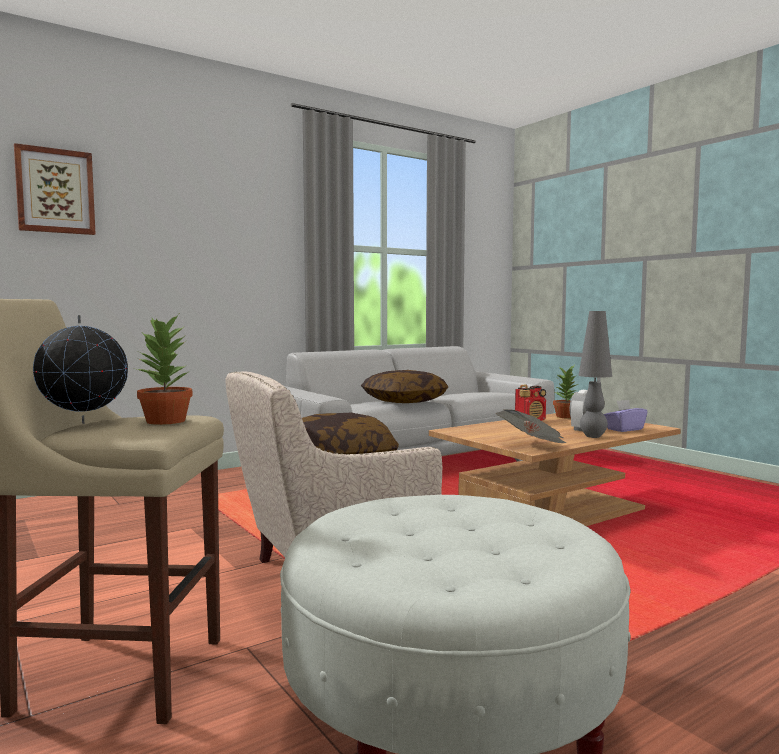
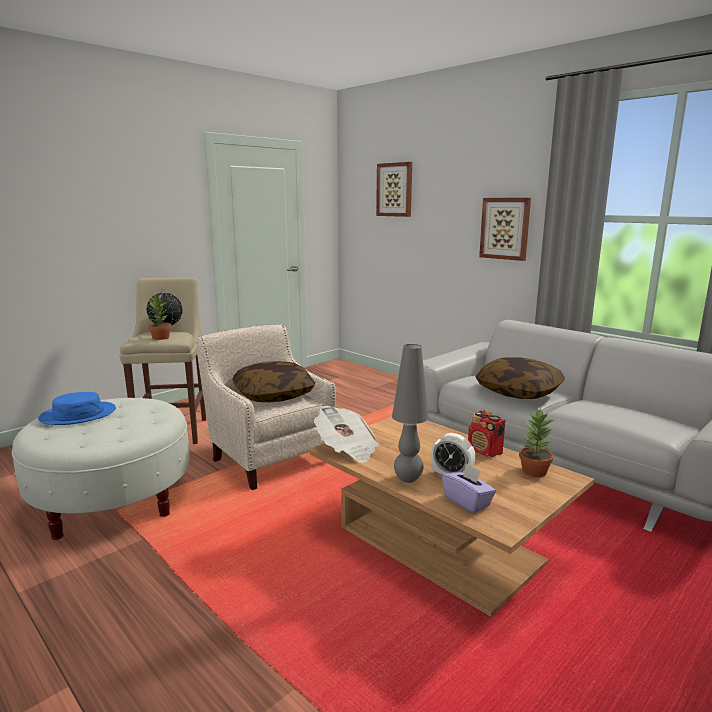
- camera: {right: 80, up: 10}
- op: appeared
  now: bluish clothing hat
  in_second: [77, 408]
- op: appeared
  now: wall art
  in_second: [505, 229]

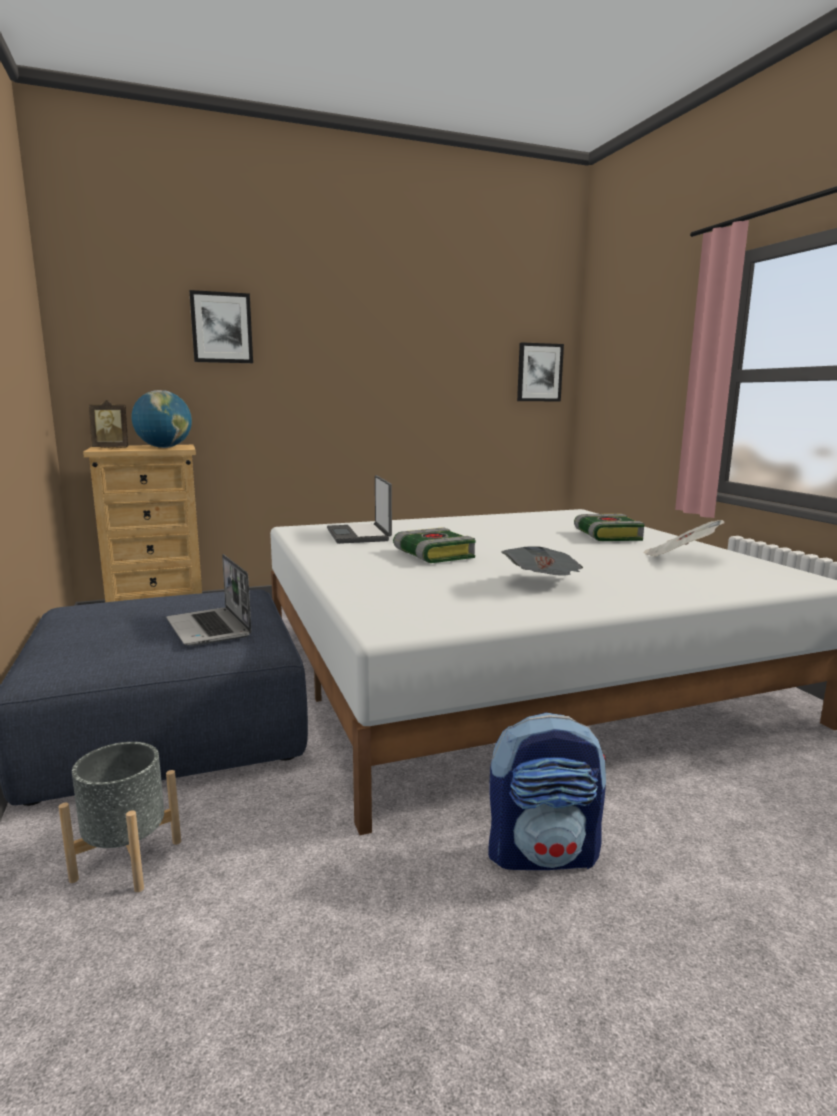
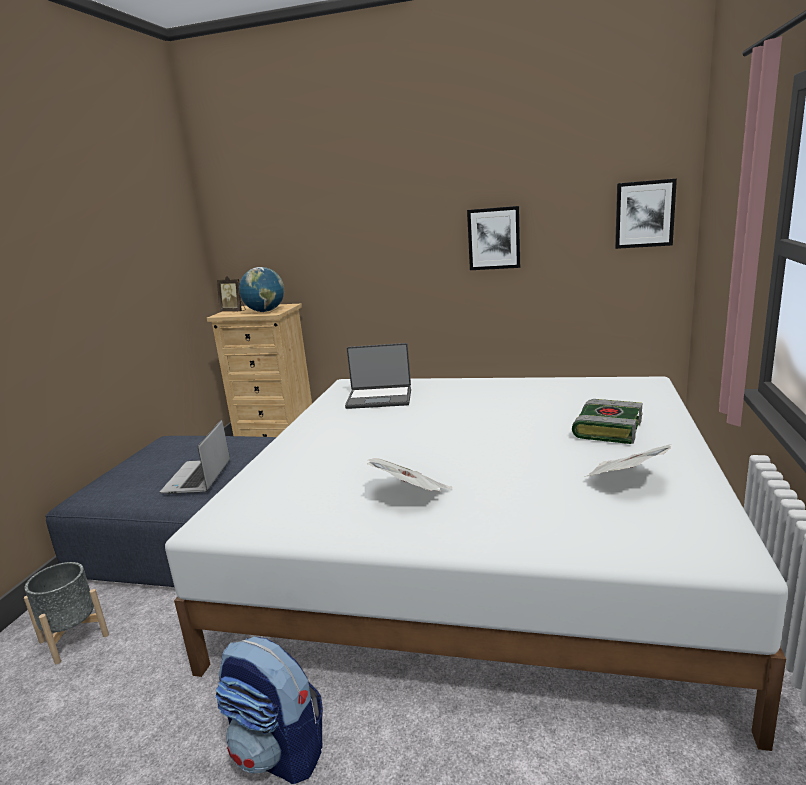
- camera: {right: 35, up: 5}
- op: relocated
  was: wall art
  in_first: [221, 326]
  in_second: [493, 238]
- op: spun
  was: notebook computer
  in_first: [359, 509]
  in_second: [378, 376]
  clockwise: -105
- op: missing
  was: volume
  in_first: [434, 545]

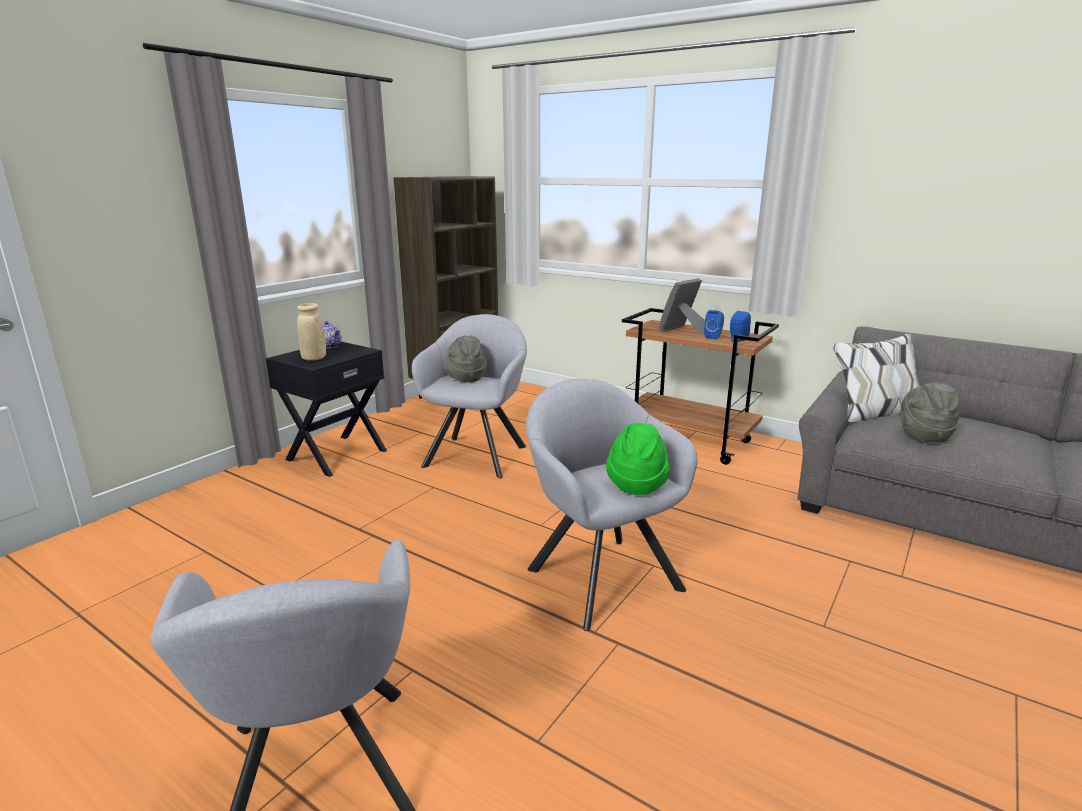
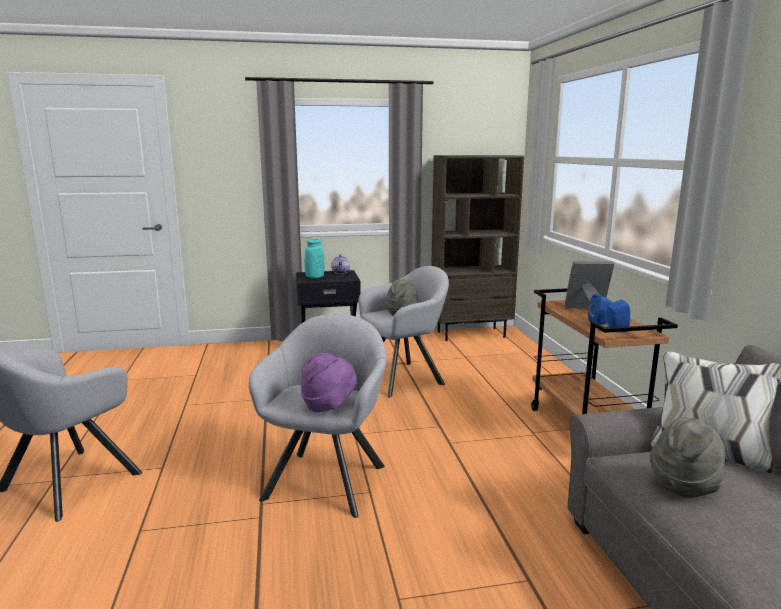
- camera: {right: 45, up: -5}
- op: colour
  was: sand-coloured decorative vase
  now: blue-green decorative vase
  in_first: [311, 332]
  in_second: [315, 258]
- op: colour
  was: greenish clothing hat
  now: purple clothing hat
  in_first: [638, 459]
  in_second: [329, 382]

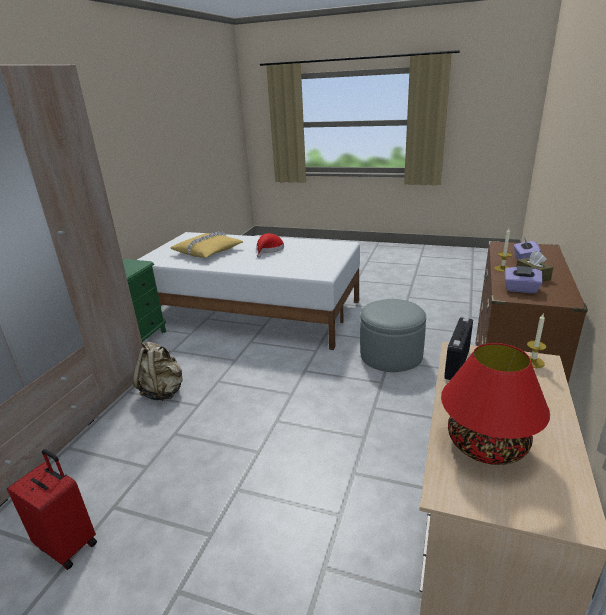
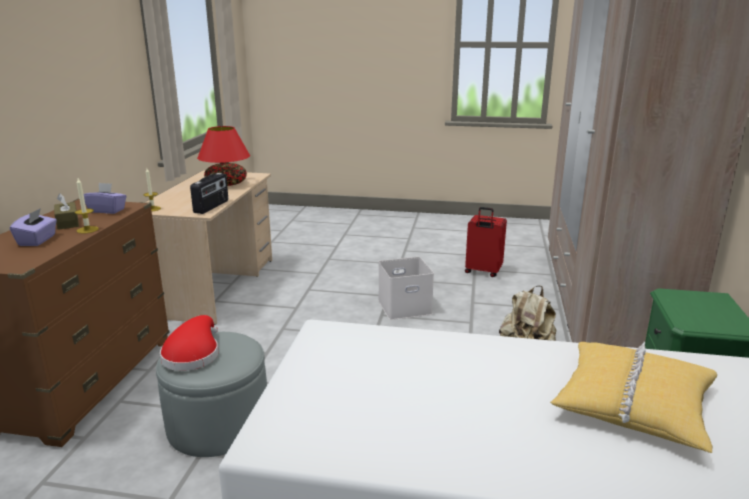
- camera: {right: 170, up: -5}
- op: relocated
  was: reddish clothing hat
  in_first: [270, 245]
  in_second: [189, 343]
- op: appeared
  now: whitish storage box
  in_second: [406, 288]

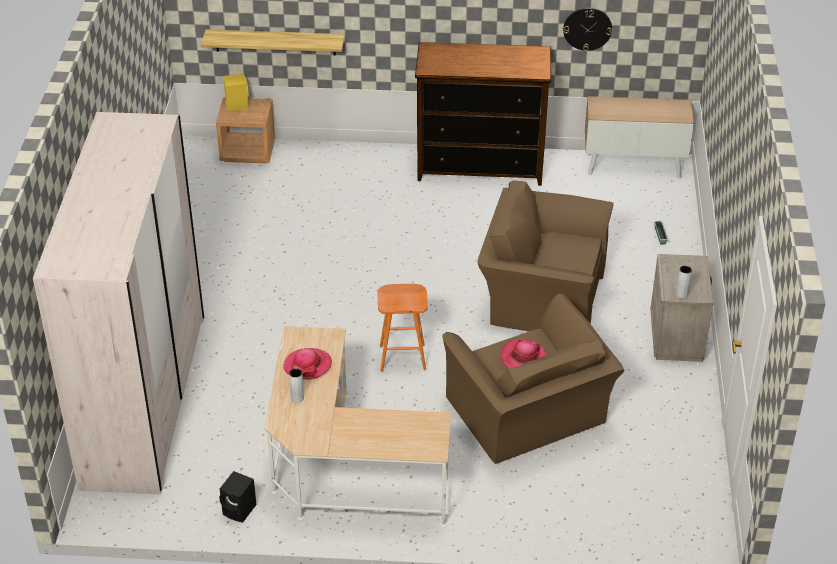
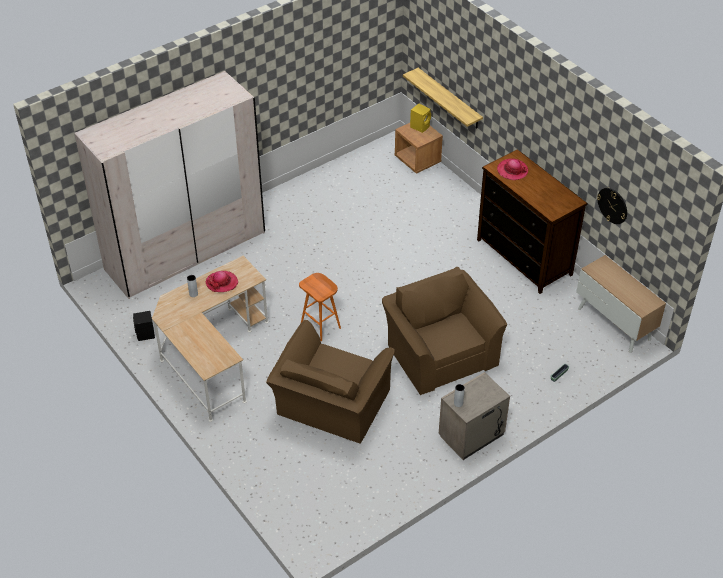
- camera: {right: 50, up: 5}
- op: relocated
  was: clothing hat
  in_first: [523, 354]
  in_second: [512, 169]

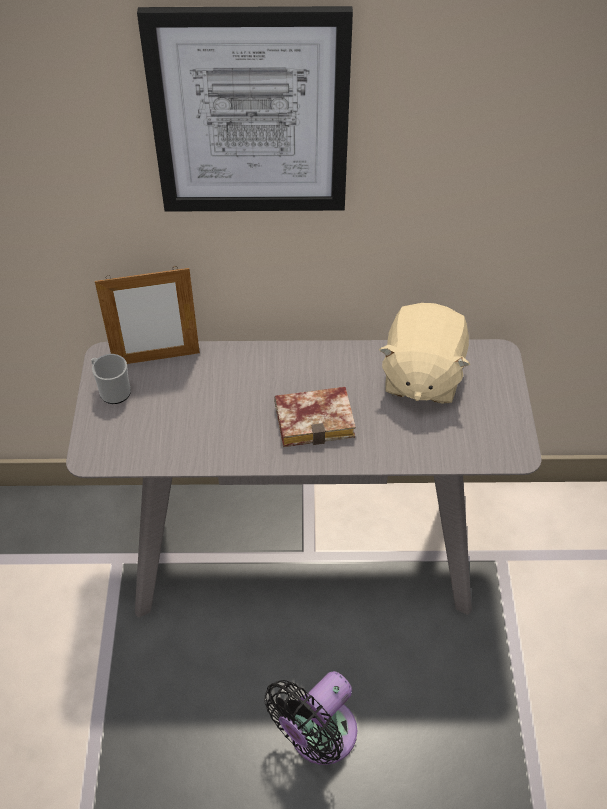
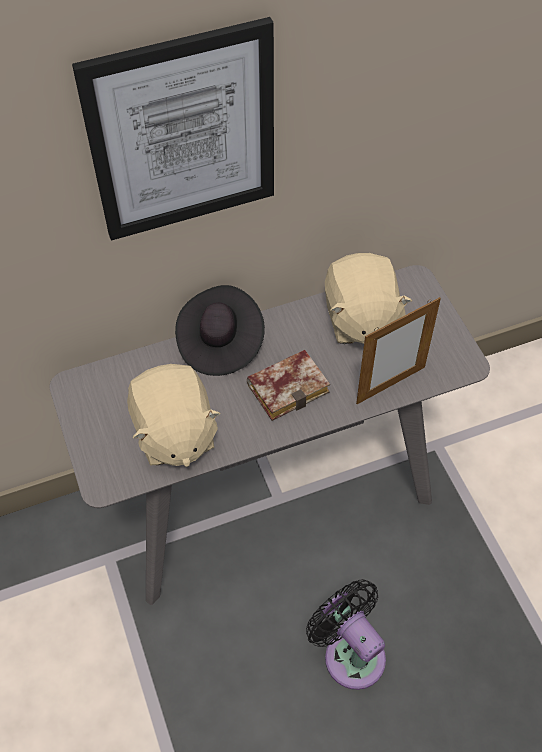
- camera: {right: -20, up: 5}
- op: missing
  was: coffee mug
  in_first: [111, 379]
- op: relocated
  was: photo frame
  in_first: [147, 315]
  in_second: [398, 350]
- op: spun
  was: blackish cooling fan
  in_first: [310, 718]
  in_second: [346, 634]
  clockwise: 120
- op: appeared
  now: sand-coloured soft toy
  in_second: [174, 415]
- op: appeared
  now: blackish clothing hat
  in_second: [220, 330]

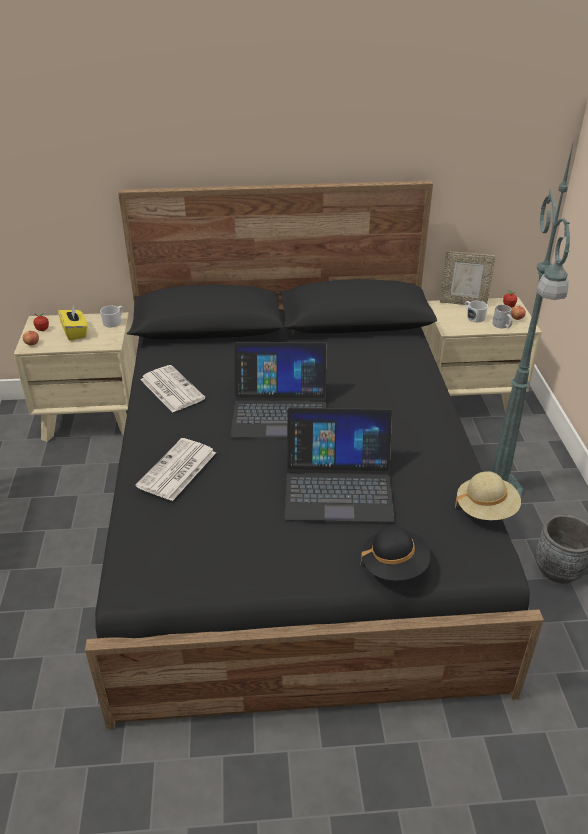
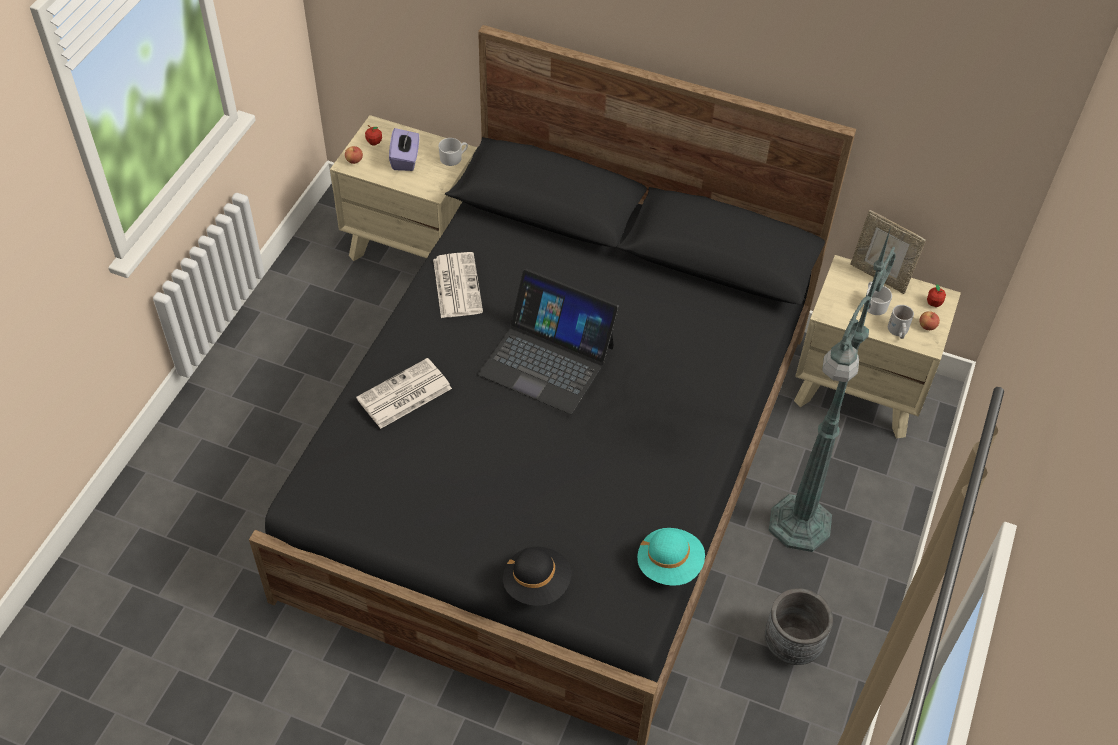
- camera: {right: 25, up: 15}
- op: colour
  was: yellow-coloured tissue box
  now: purple tissue box
  in_first: [73, 323]
  in_second: [404, 149]
- op: missing
  was: notebook computer
  in_first: [339, 464]
- op: colour
  was: sand-coloured clothing hat
  now: blue-green clothing hat
  in_first: [488, 495]
  in_second: [671, 557]

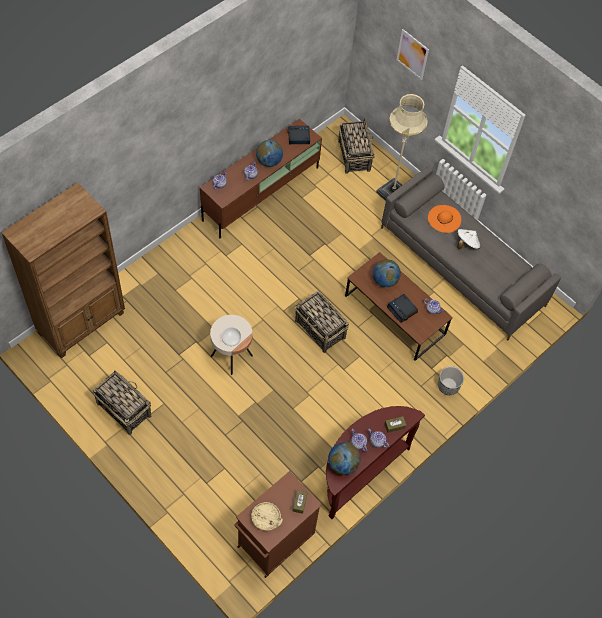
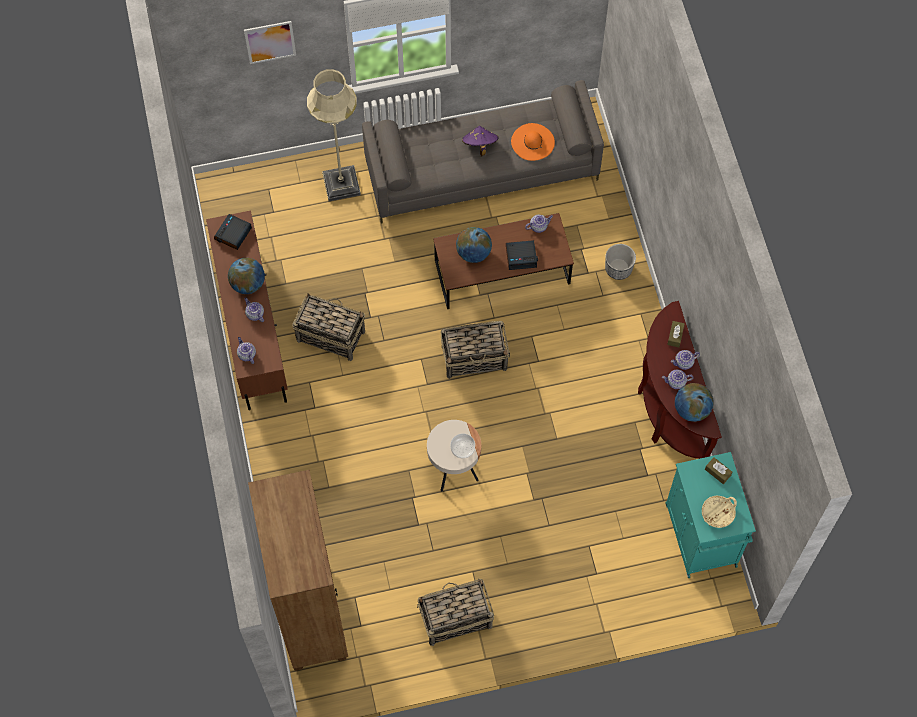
- camera: {right: -55, up: 5}
- op: colour
  was: brown-coloured cupboard
  now: blue-green cupboard
  in_first: [278, 524]
  in_second: [710, 515]
- op: relocated
  was: basket
  in_first: [356, 146]
  in_second: [328, 327]
- op: relocated
  was: orange-coloured clothing hat
  in_first: [444, 219]
  in_second: [533, 142]
- op: colour
  was: whitish clothing hat
  now: purple clothing hat
  in_first: [469, 239]
  in_second: [480, 141]

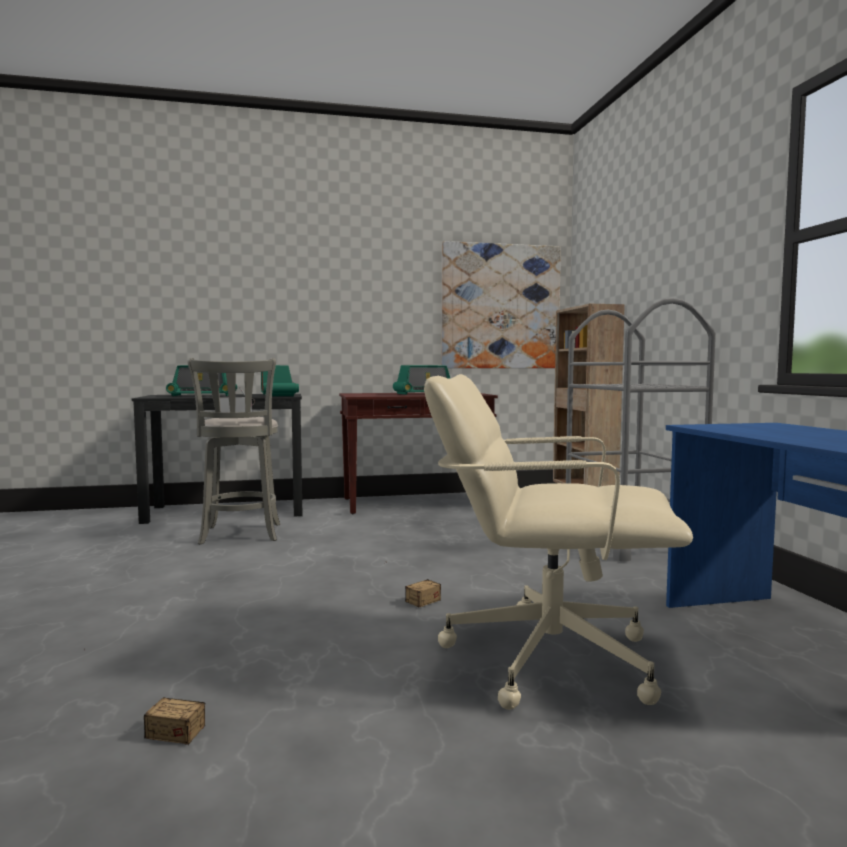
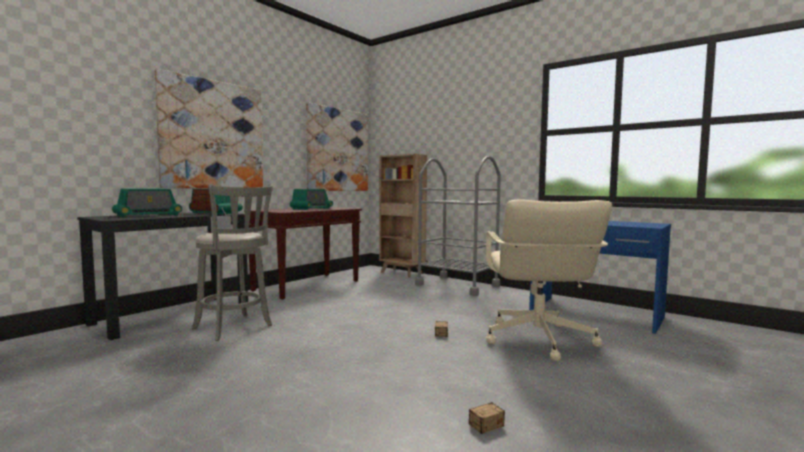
- camera: {right: -40, up: 0}
- op: spun
  was: sand-coloured computer chair
  in_first: [558, 542]
  in_second: [549, 280]
  clockwise: -60
- op: appeared
  now: wall art
  in_second: [209, 128]

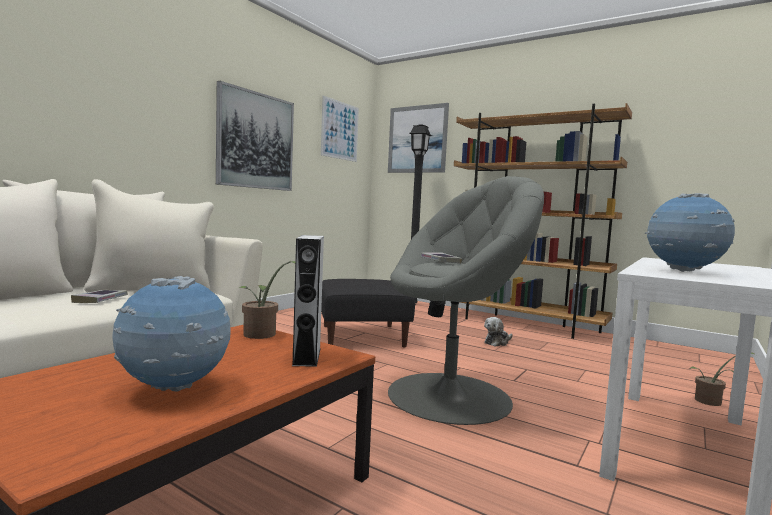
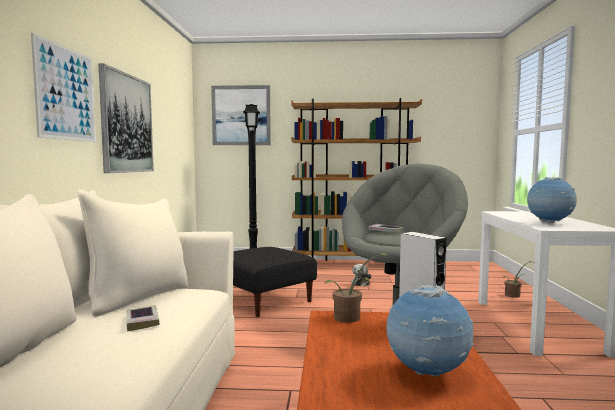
- camera: {right: -30, up: 0}
- op: relocated
  was: wall art
  in_first: [340, 129]
  in_second: [63, 87]

